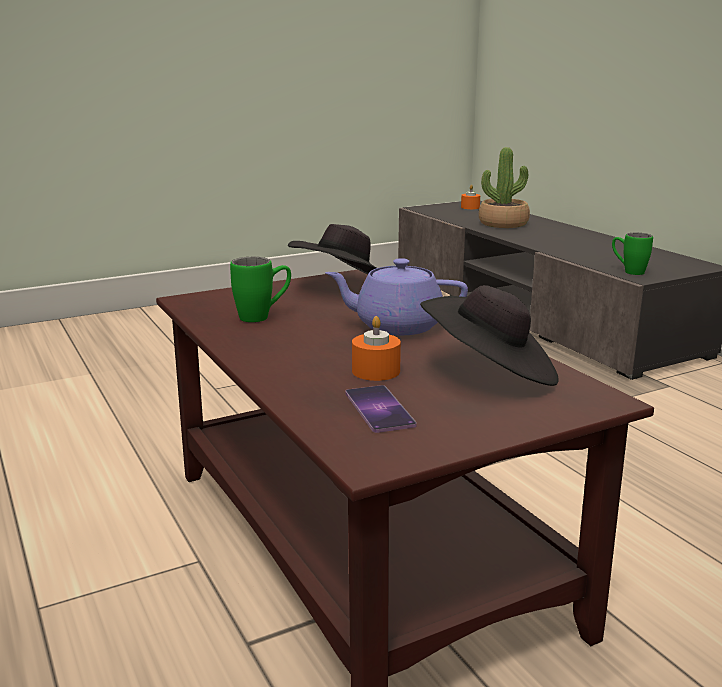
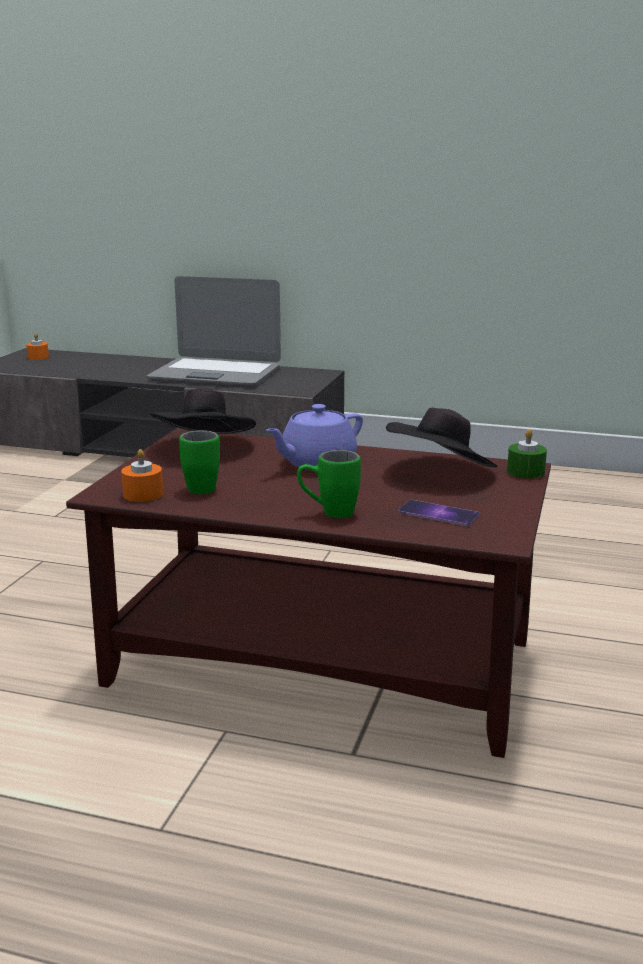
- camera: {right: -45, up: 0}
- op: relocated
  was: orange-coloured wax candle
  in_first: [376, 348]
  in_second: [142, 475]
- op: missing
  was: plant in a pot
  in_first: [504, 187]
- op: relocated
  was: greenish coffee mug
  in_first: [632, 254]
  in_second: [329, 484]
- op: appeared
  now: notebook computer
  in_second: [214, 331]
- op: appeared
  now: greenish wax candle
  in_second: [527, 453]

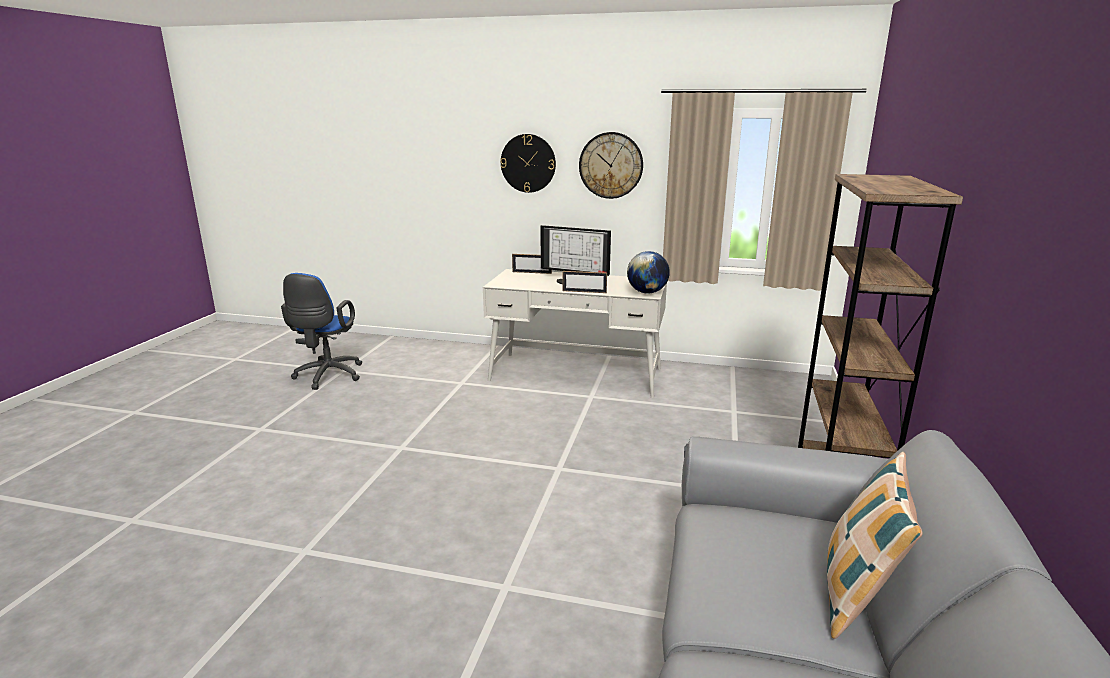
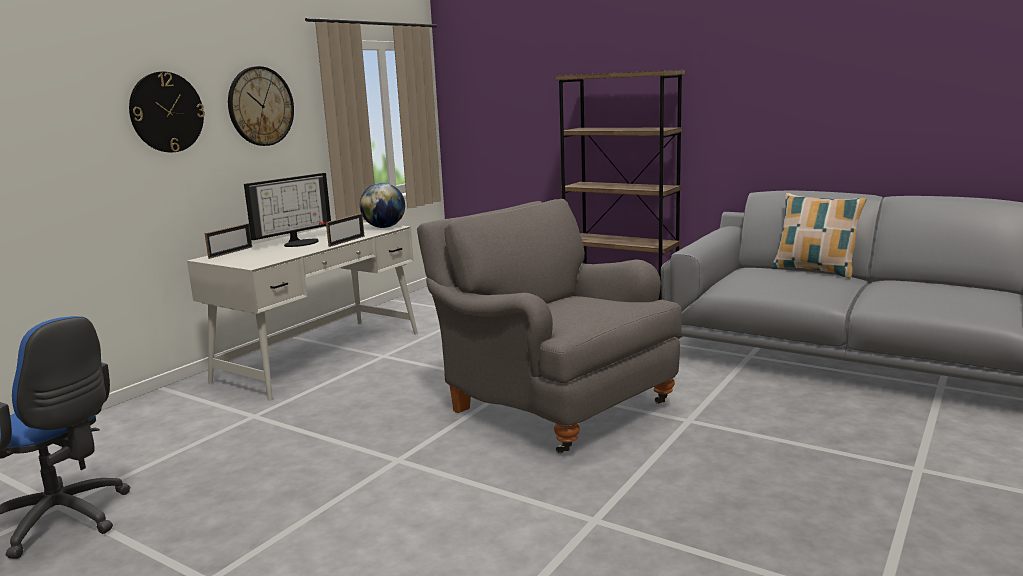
- camera: {right: -70, up: -5}
- op: appeared
  now: greyish armchair
  in_second: [549, 326]

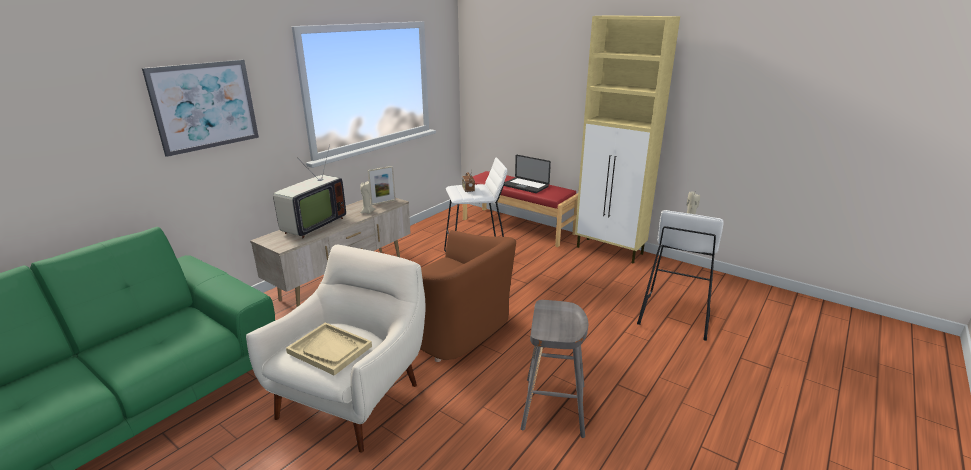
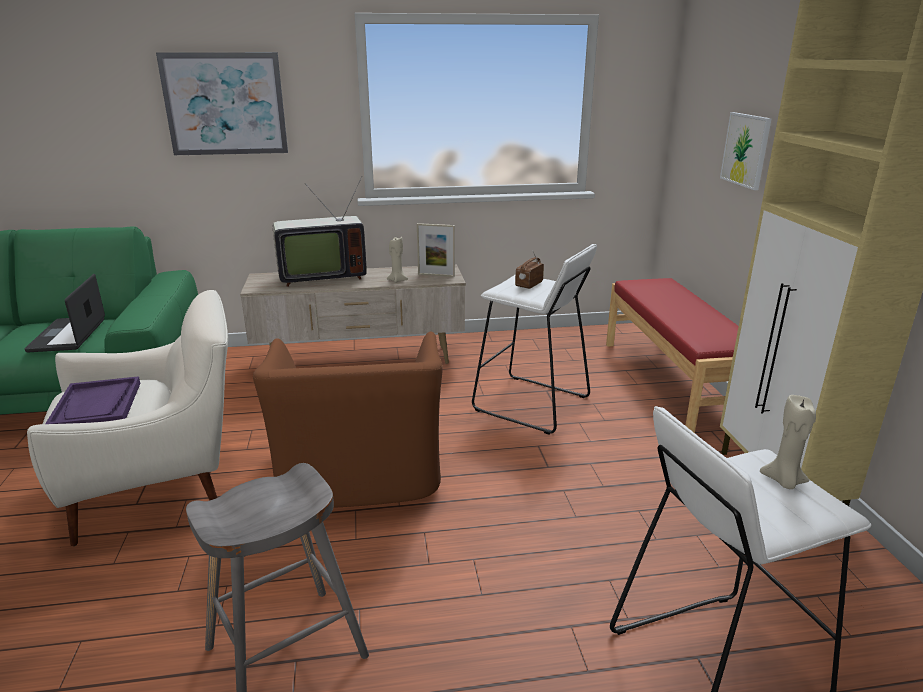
- camera: {right: 45, up: 0}
- op: colour
  was: sand-coloured tray
  now: purple tray
  in_first: [329, 349]
  in_second: [92, 400]
- op: relocated
  was: notebook computer
  in_first: [527, 174]
  in_second: [64, 313]
- op: appeared
  now: wall art
  in_second: [745, 151]

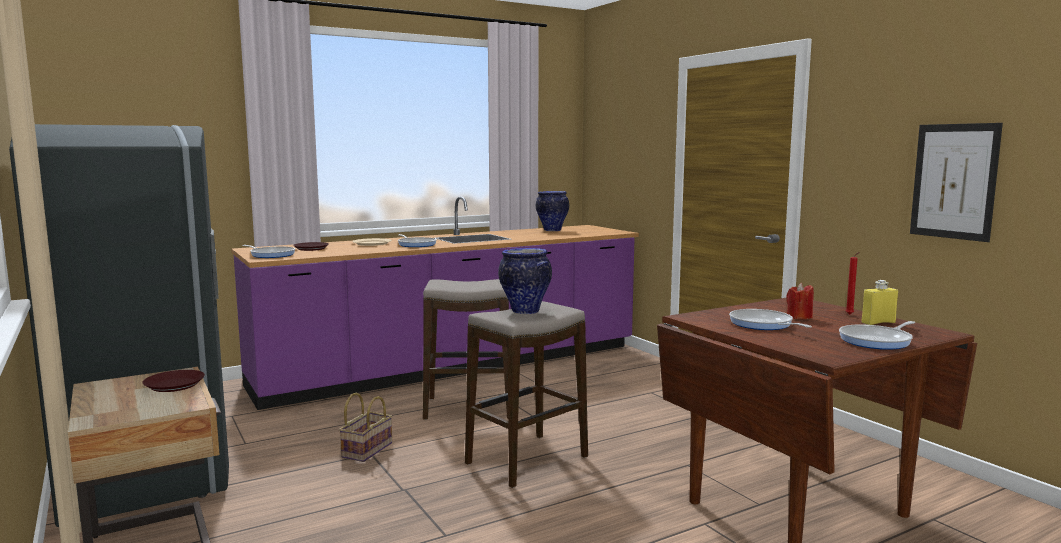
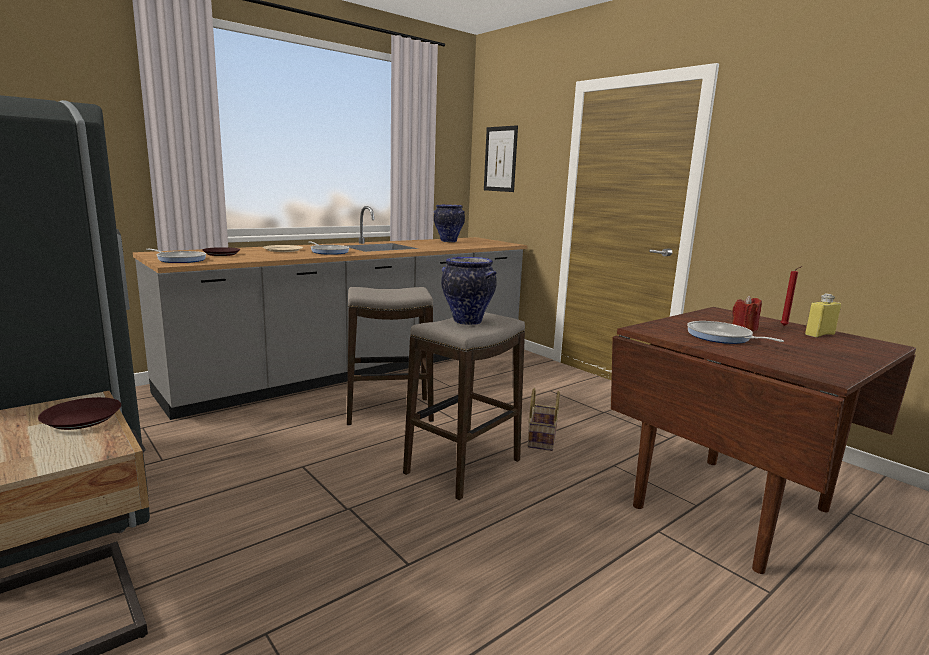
- camera: {right: -10, up: 5}
- op: colour
  was: purple kitchen counter
  now: greyish kitchen counter
  in_first: [435, 303]
  in_second: [330, 313]
- op: relocated
  was: basket
  in_first: [365, 427]
  in_second: [544, 419]
- op: missing
  was: skillet
  in_first: [877, 335]
- op: relocated
  was: wall art
  in_first: [956, 182]
  in_second: [501, 158]

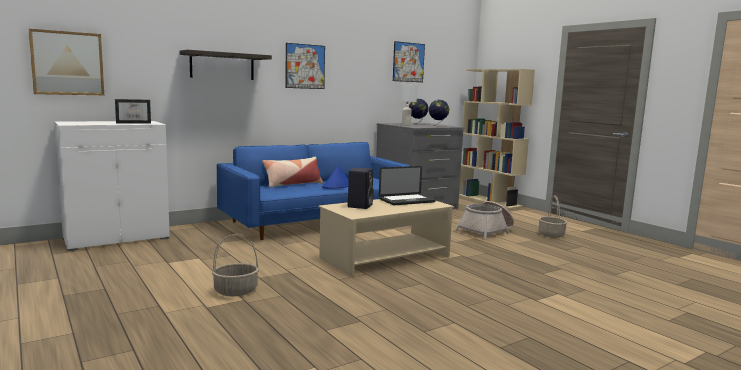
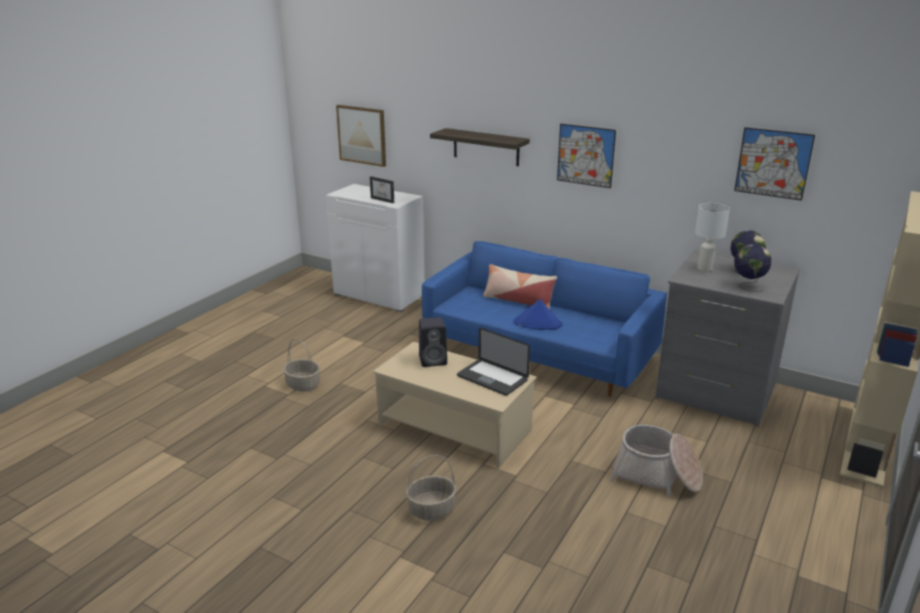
- camera: {right: 65, up: 15}
- op: relocated
  was: basket
  in_first: [553, 216]
  in_second: [431, 487]

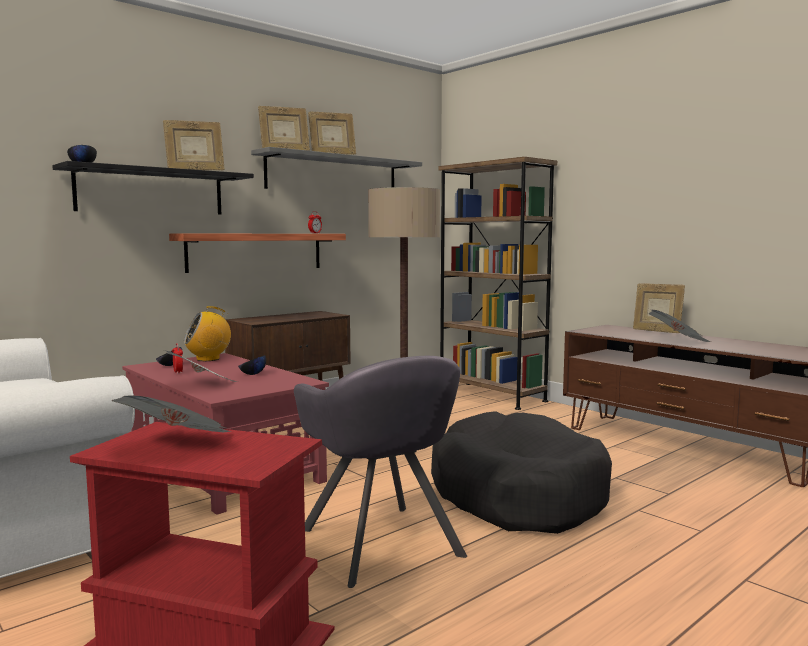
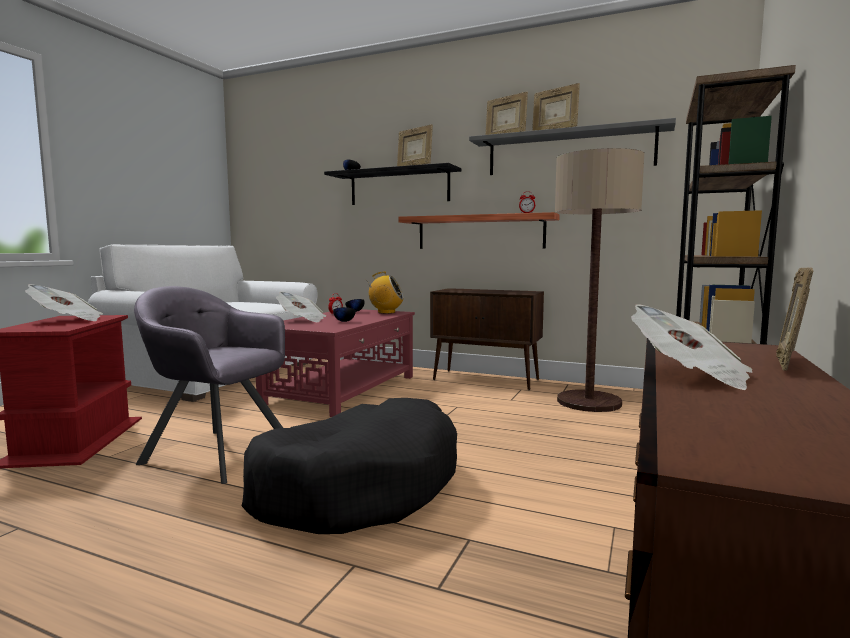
- camera: {right: 65, up: 0}
- op: spun
  was: radio
  in_first: [207, 333]
  in_second: [385, 293]
  clockwise: 150
- op: spun
  was: greyish armchair
  in_first: [380, 472]
  in_second: [209, 385]
  clockwise: 75

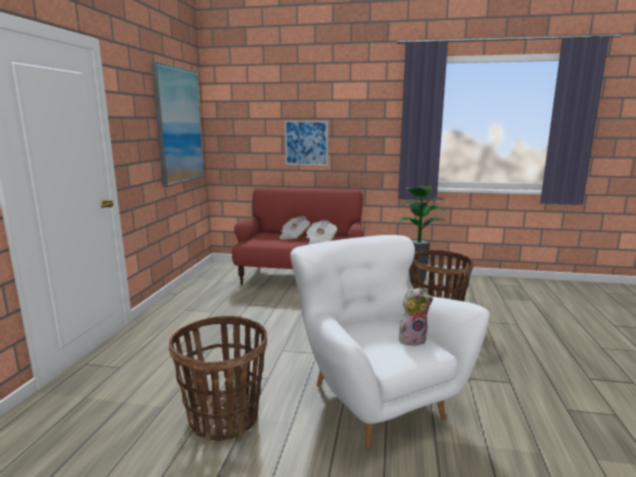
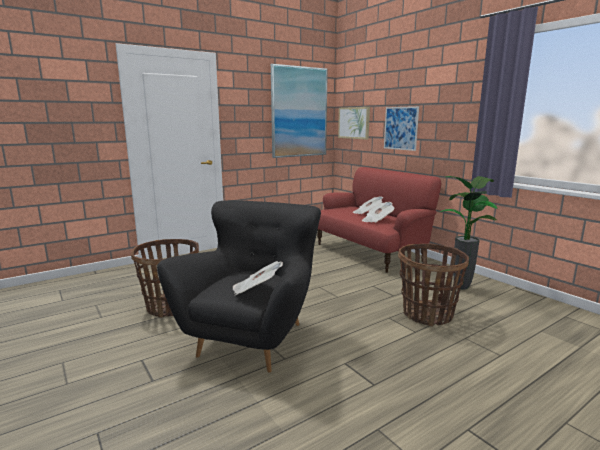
- camera: {right: 45, up: 0}
- op: colour
  was: whitish armchair
  now: blackish armchair
  in_first: [390, 342]
  in_second: [239, 286]
- op: exchanged
  was: soft toy
  now: newspaper
  in_first: [416, 317]
  in_second: [258, 278]
- op: appeared
  now: wall art
  in_second: [354, 123]

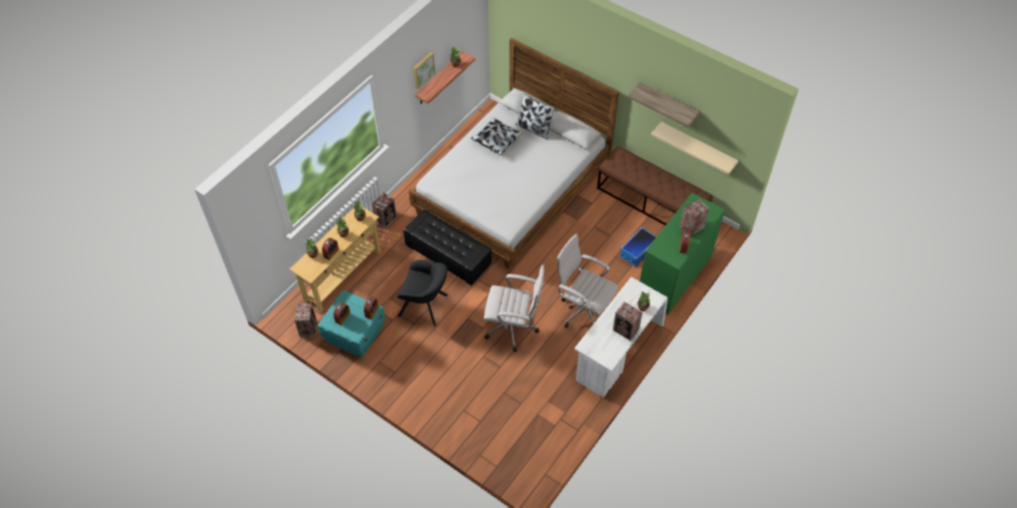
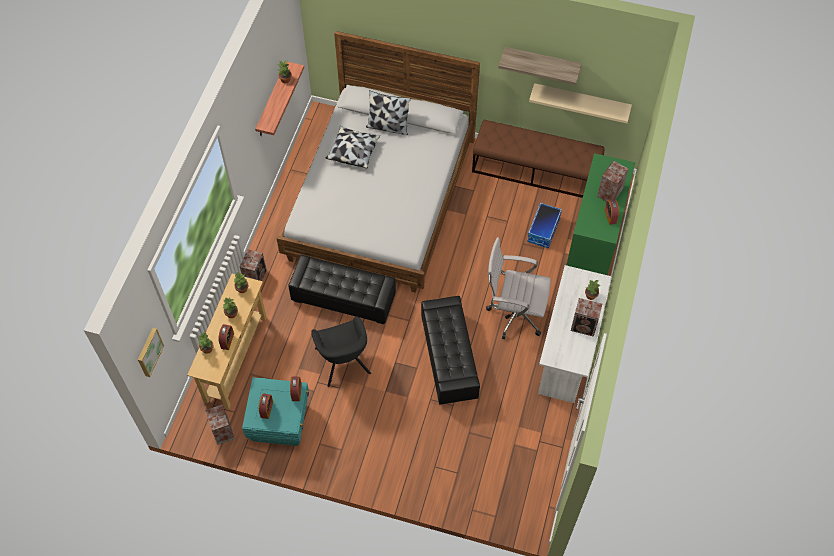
- camera: {right: -20, up: 5}
- op: spun
  was: blackish armchair
  in_first: [422, 293]
  in_second: [341, 352]
  clockwise: 75
- op: relocated
  was: wall art
  in_first: [424, 70]
  in_second: [151, 352]
- op: exchanged
  was: whitish computer chair
  now: blackish pouffe
  in_first: [514, 308]
  in_second: [450, 350]

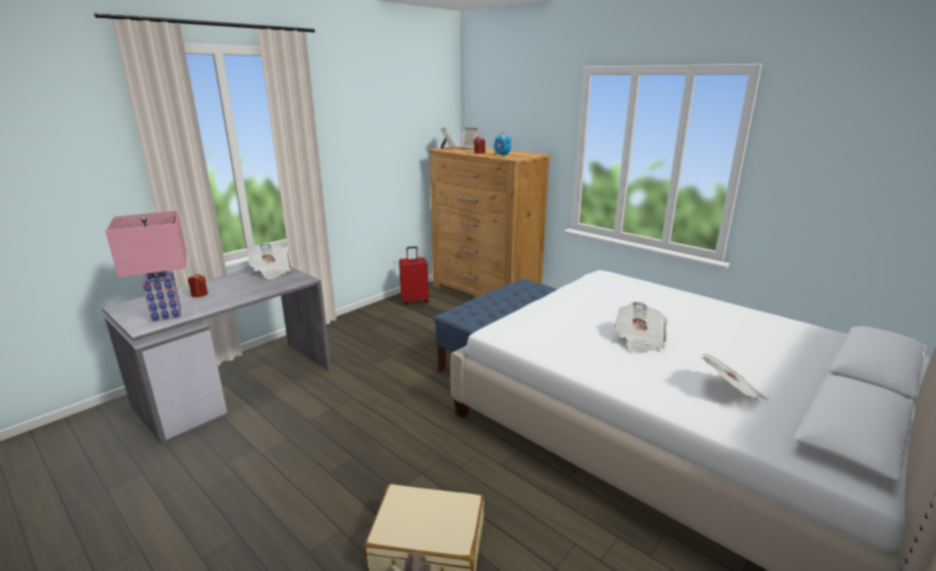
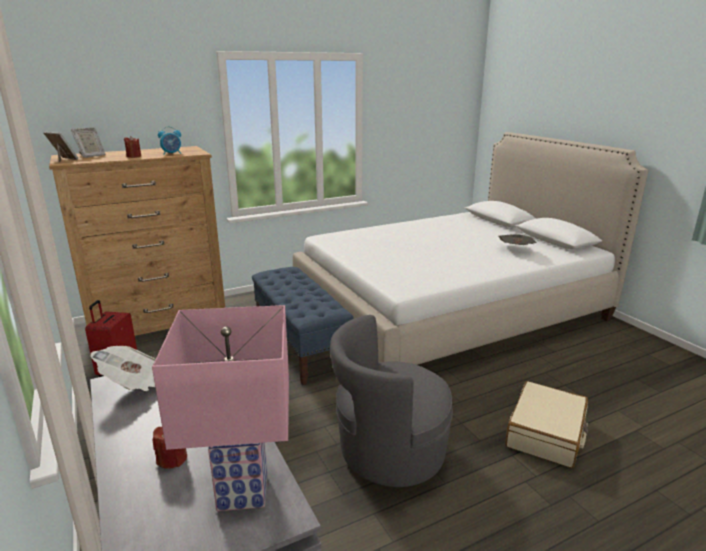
- camera: {right: -70, up: 0}
- op: missing
  was: newspaper
  in_first: [640, 327]
- op: appeared
  now: greyish armchair
  in_second: [391, 401]

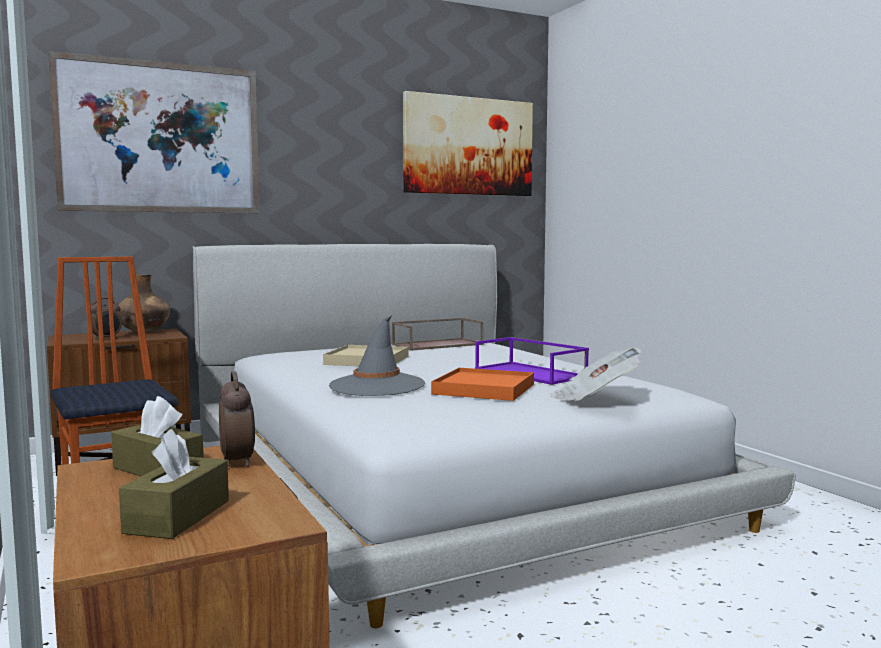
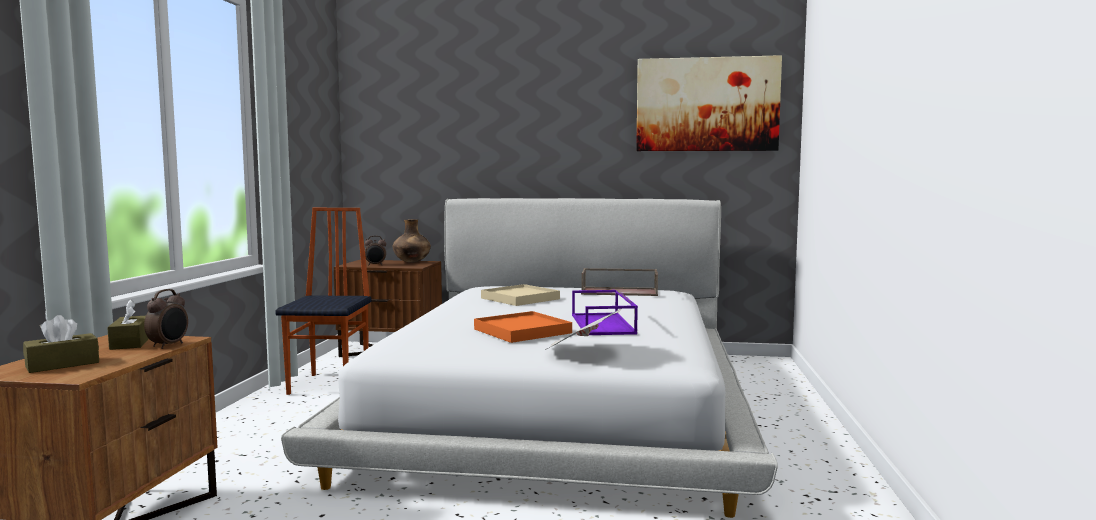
- camera: {right: 35, up: 0}
- op: missing
  was: wall art
  in_first: [154, 132]
- op: missing
  was: greyish clothing hat
  in_first: [377, 355]

